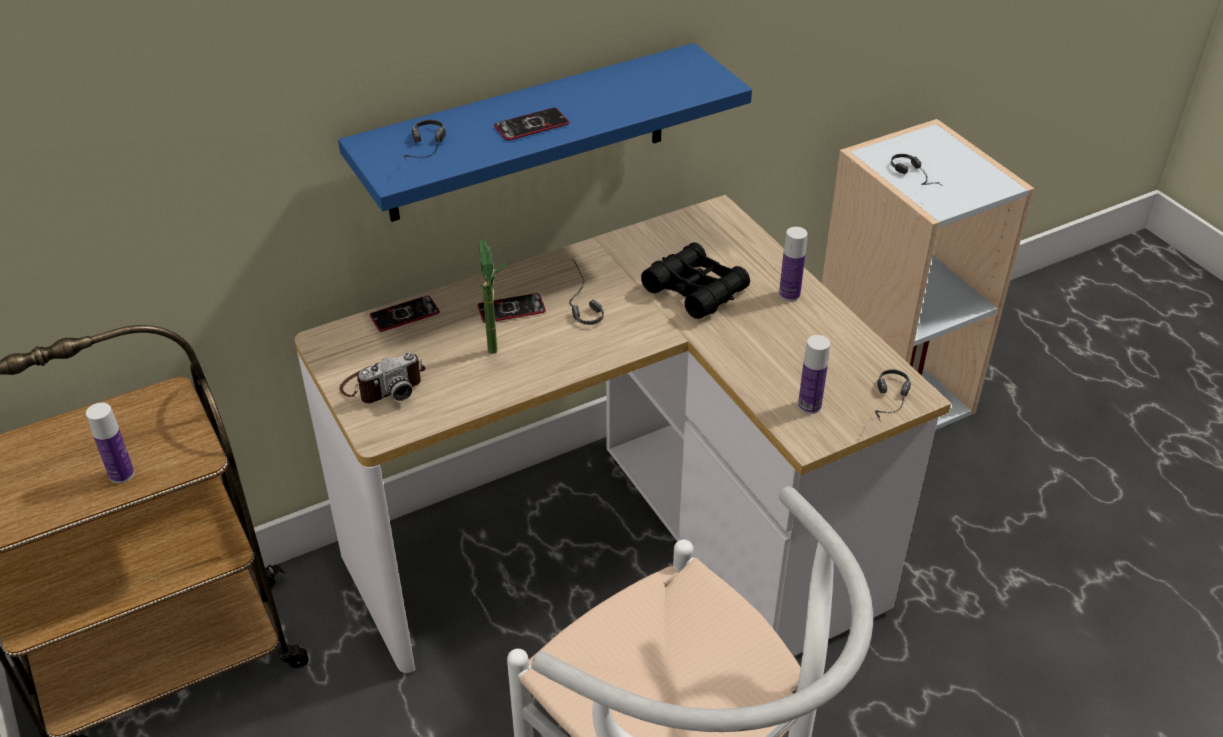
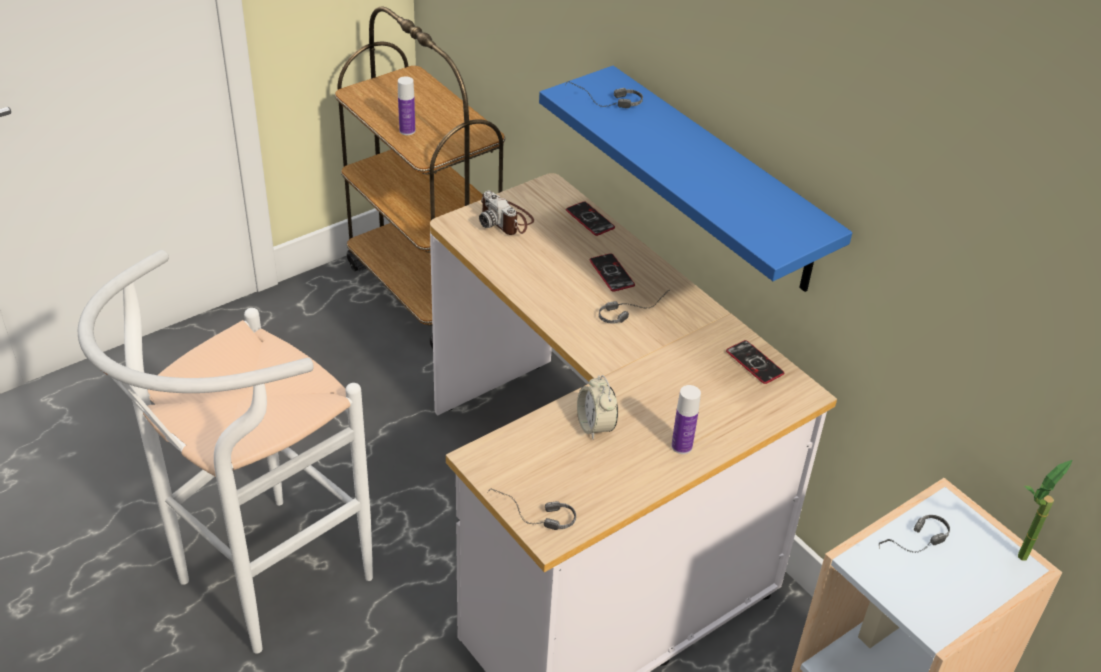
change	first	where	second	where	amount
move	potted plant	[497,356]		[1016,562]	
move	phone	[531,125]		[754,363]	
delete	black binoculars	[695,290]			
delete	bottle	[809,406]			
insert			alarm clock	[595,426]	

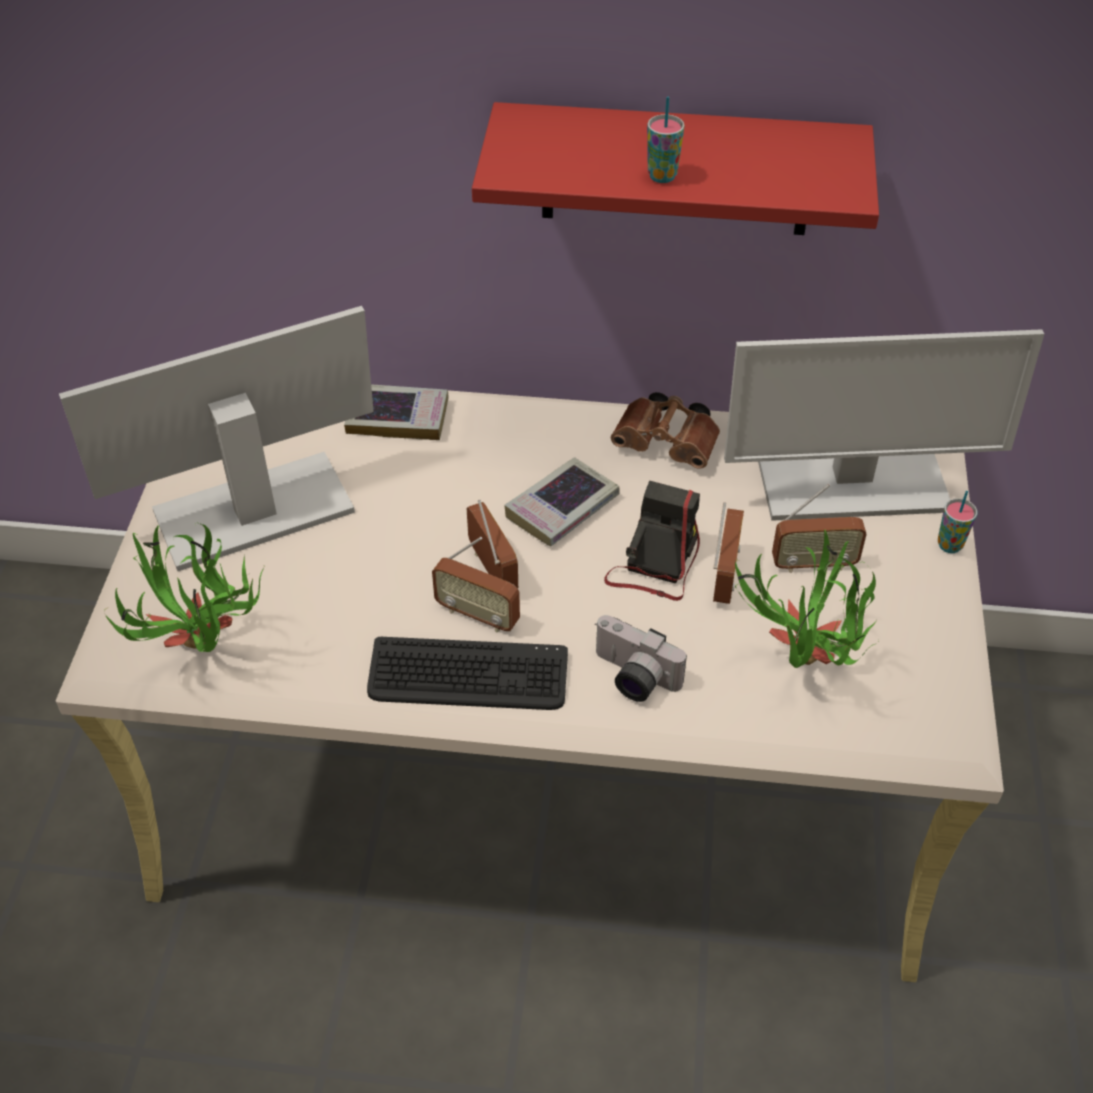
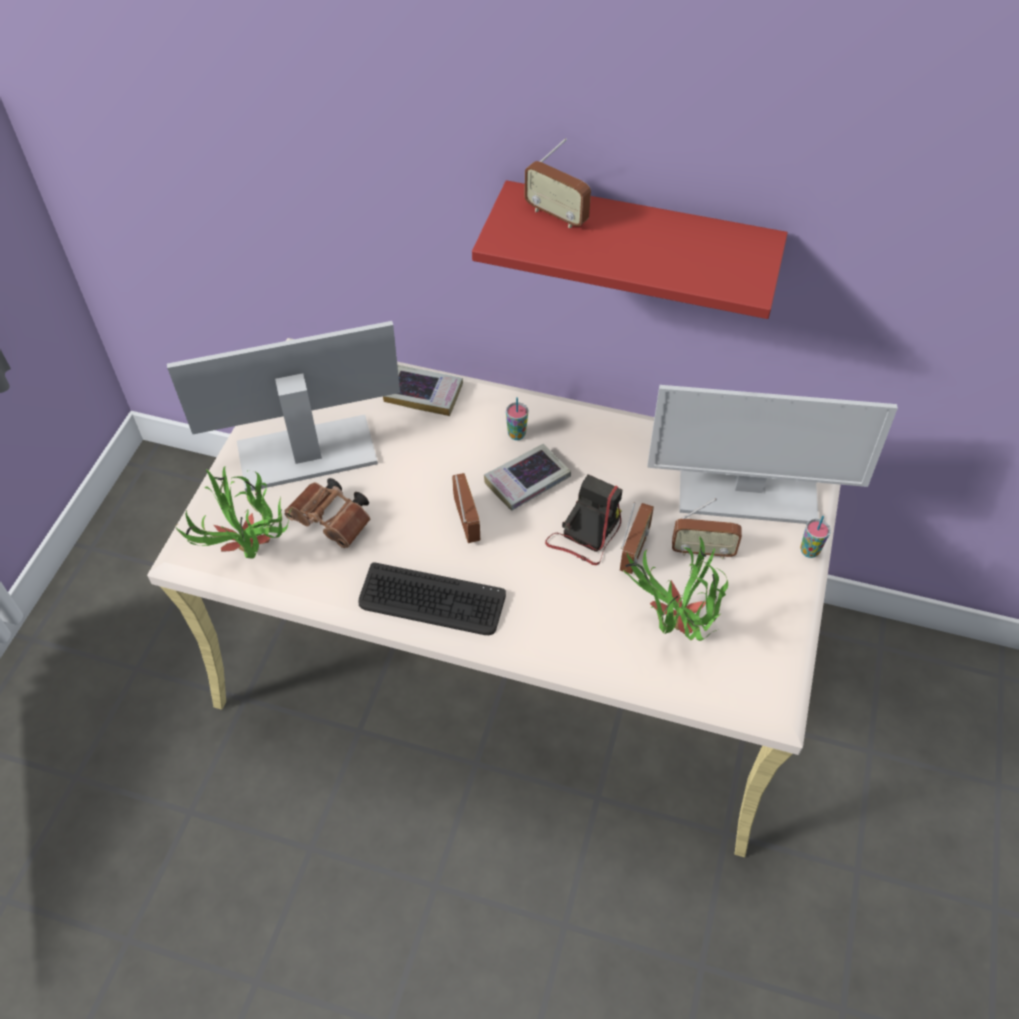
change	first	where	second	where	amount
move	radio	[477,615]		[556,215]	
delete	photo camera	[632,677]			
move	brown binoculars	[669,445]		[334,522]	
move	cup	[662,176]		[516,434]	

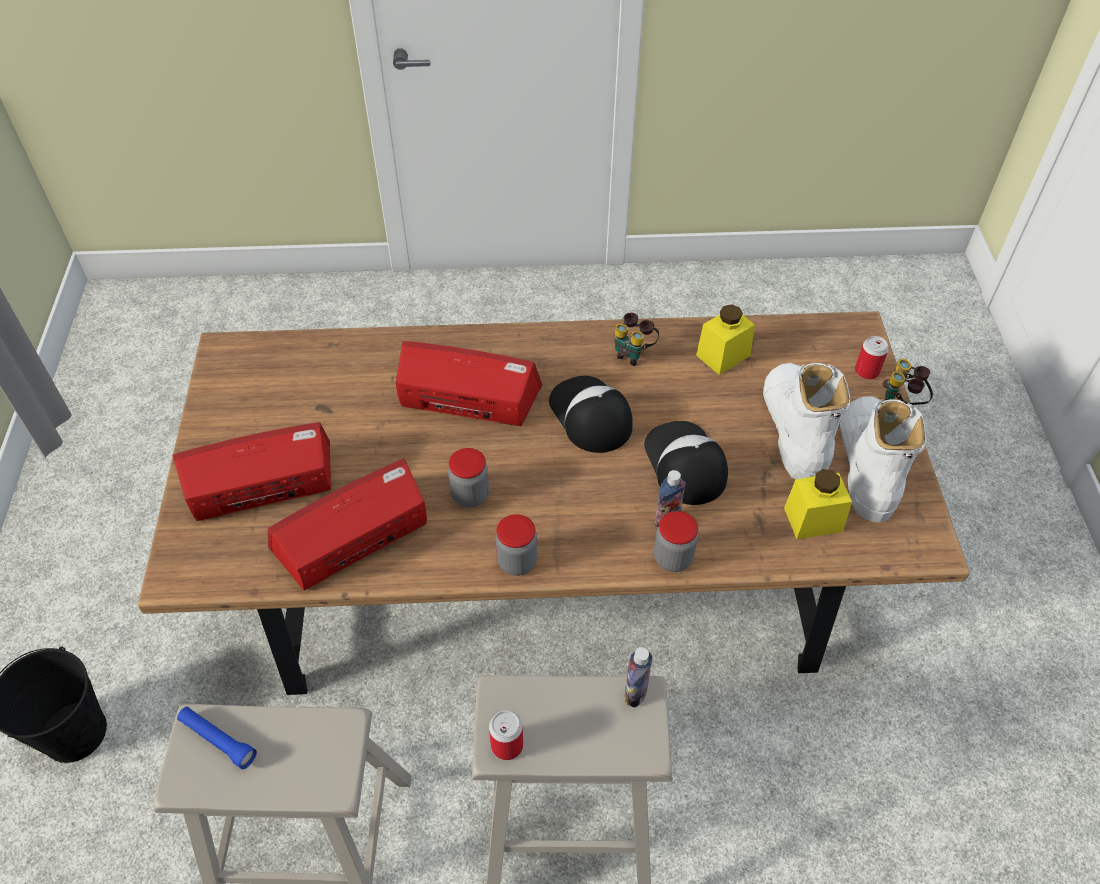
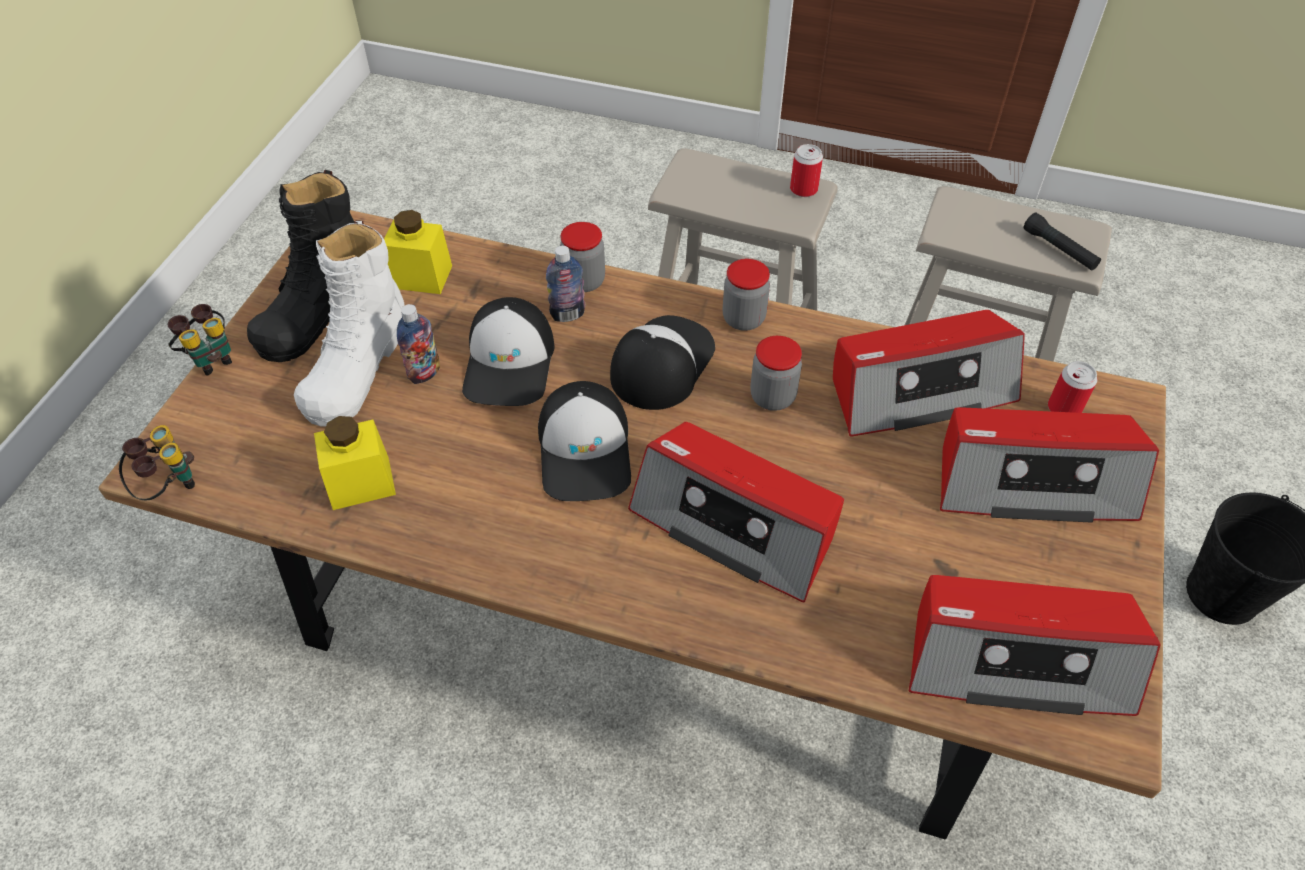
change	first	where	second	where	amount
recolor	blue flashlight	[218,740]	black flashlight	[1059,250]	
move	binoculars	[633,353]		[169,486]	
move	bottle	[635,693]		[424,373]	
recolor	white boot	[867,465]	black boot	[317,308]	
move	can	[866,371]		[1064,408]	
insert			cap	[661,363]	
insert			radio	[1016,659]	

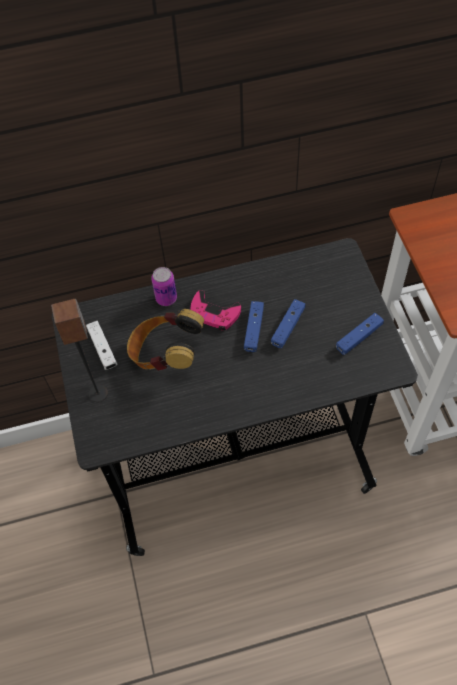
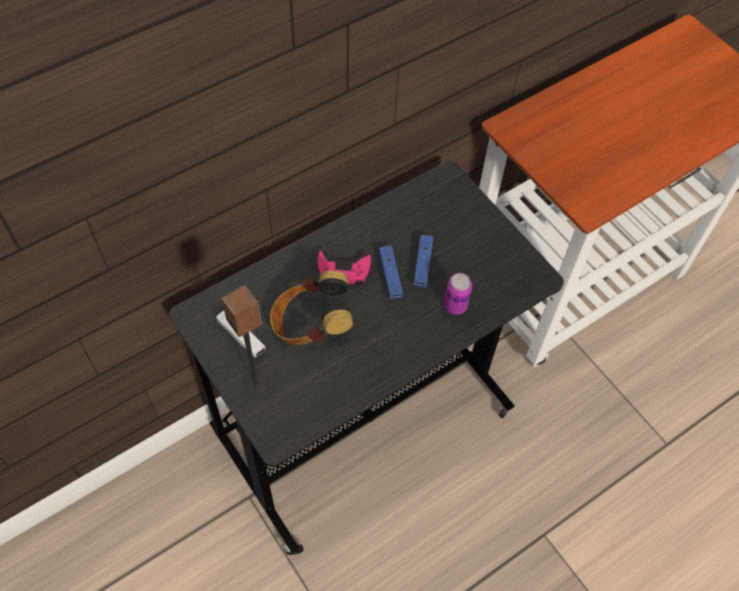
change	first	where	second	where	amount
move	can	[166,298]		[455,305]	
delete	blue game controller	[359,337]			

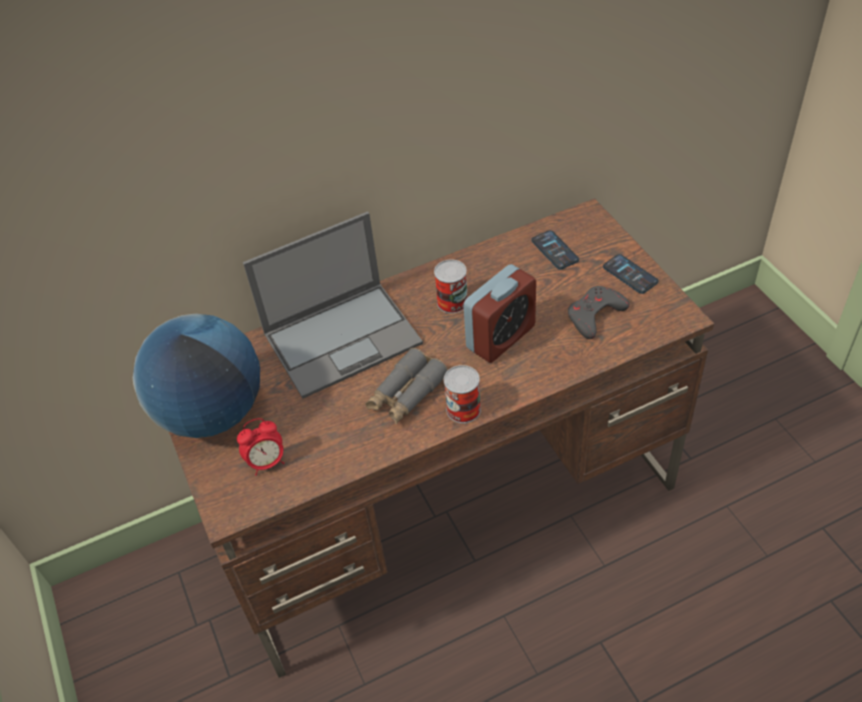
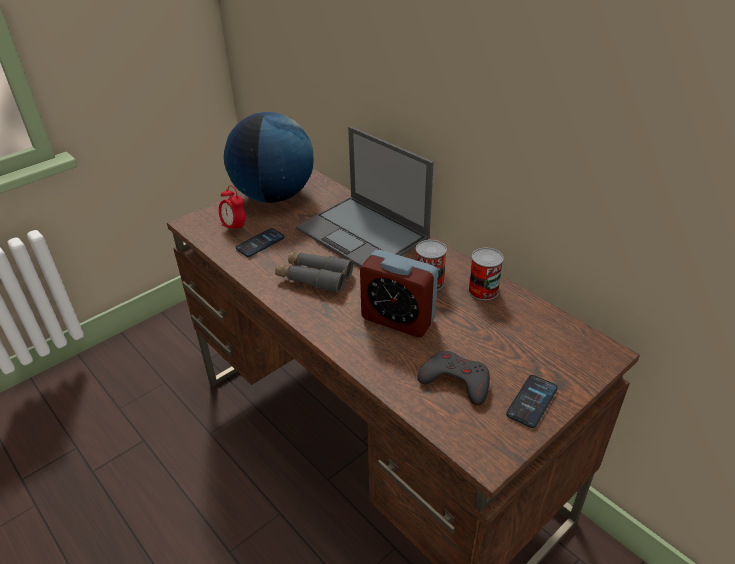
change	first	where	second	where	amount
move	can	[463,409]		[483,290]	
move	phone	[554,250]		[260,243]	

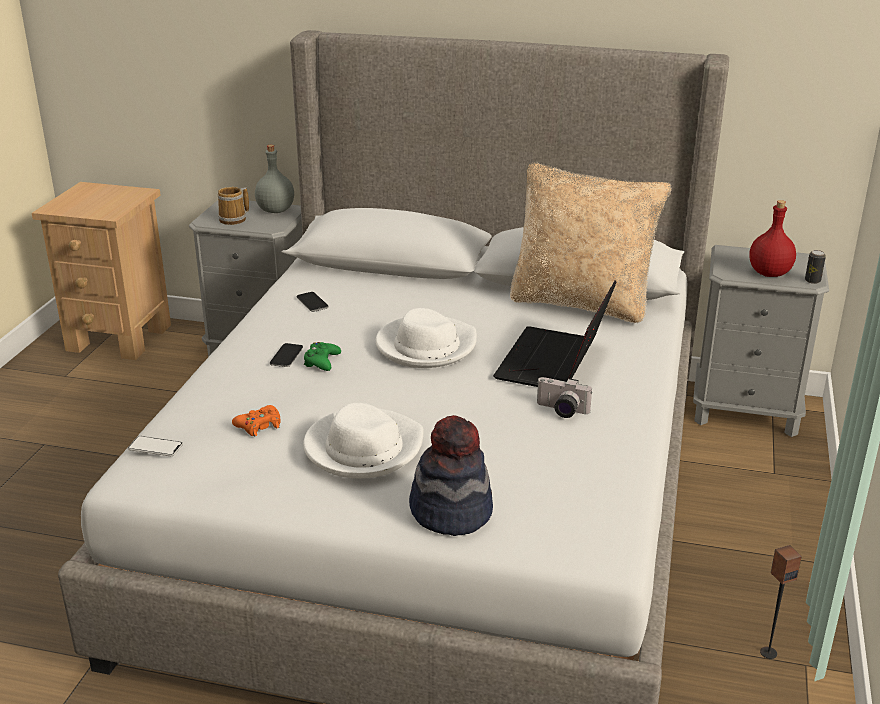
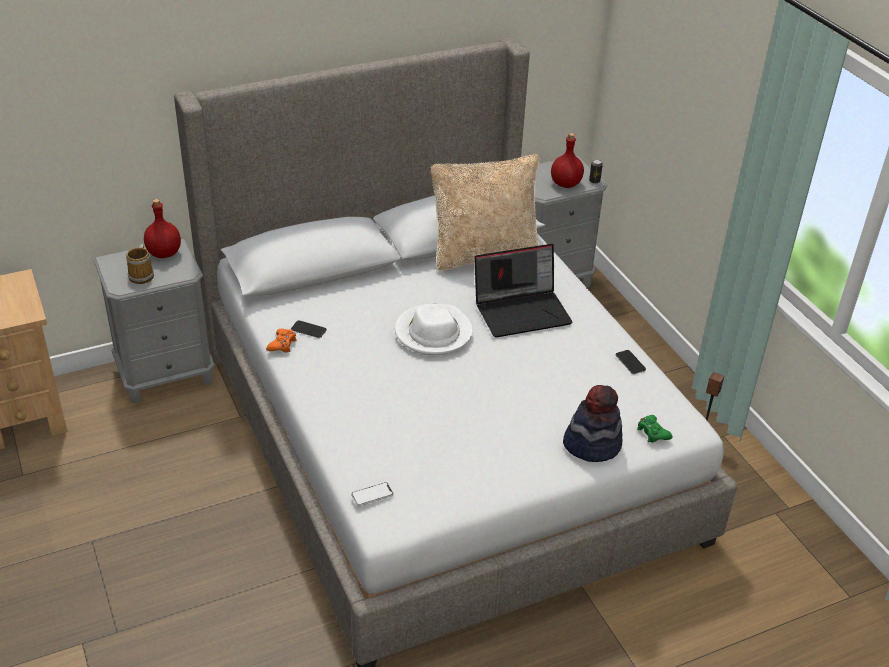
change	first	where	second	where	amount
move	orange game controller	[259,426]		[282,344]	
recolor	grey bottle	[275,210]	red bottle	[163,253]	
move	phone	[286,356]		[630,362]	
delete	white hat	[363,448]			
move	green game controller	[321,361]		[652,433]	
rotate	laptop	[554,363]		[522,311]	90 degrees counterclockwise
delete	photo camera	[561,411]			

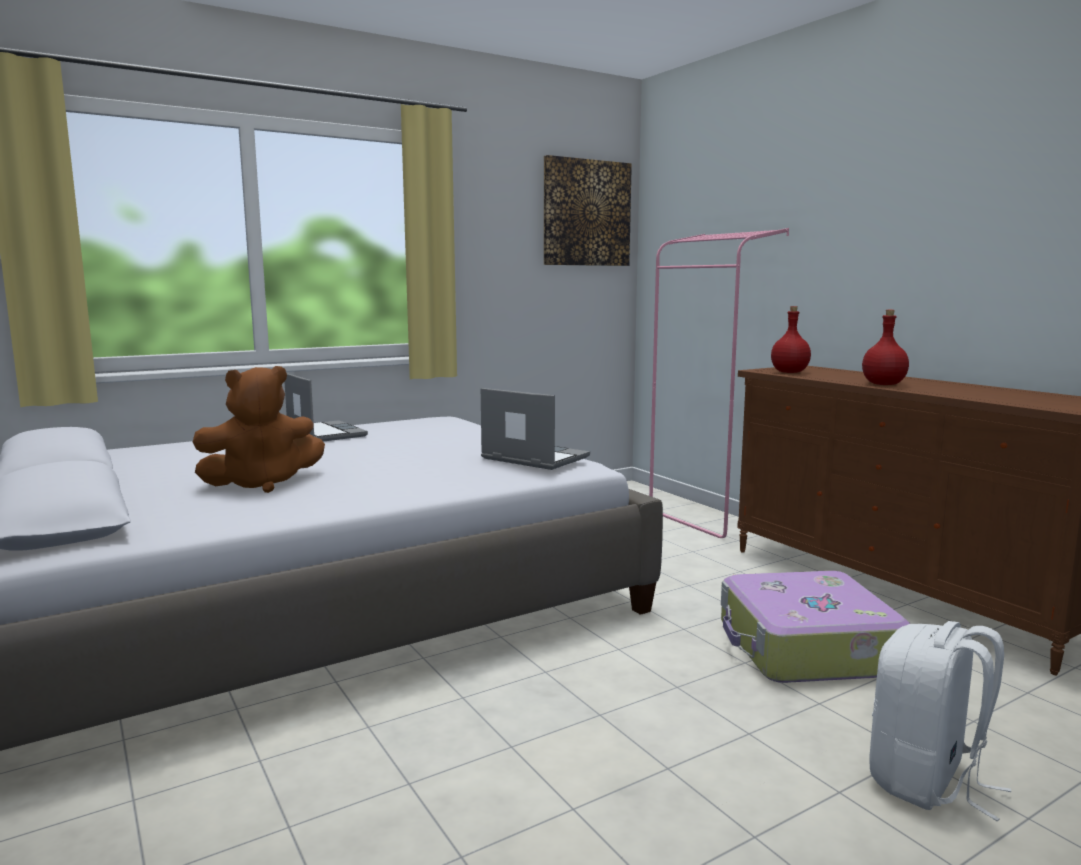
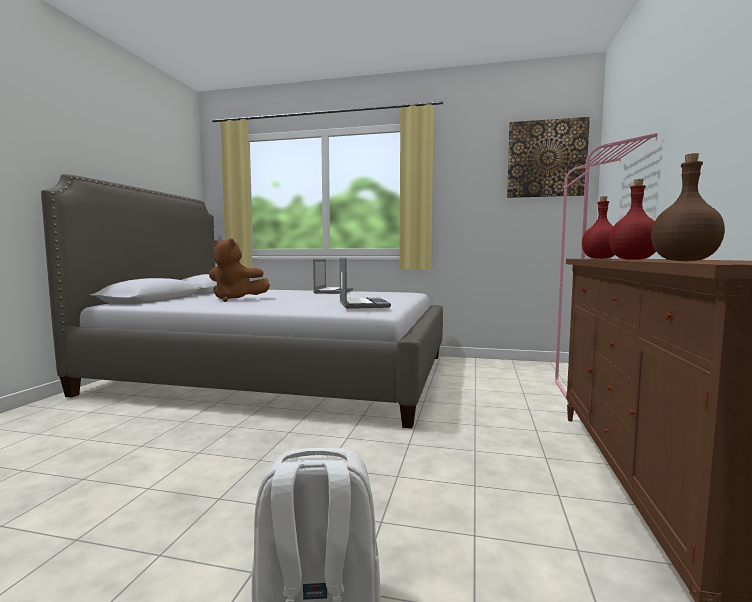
change	first	where	second	where	amount
delete	suitcase	[805,648]			
insert			brown bottle	[682,261]	

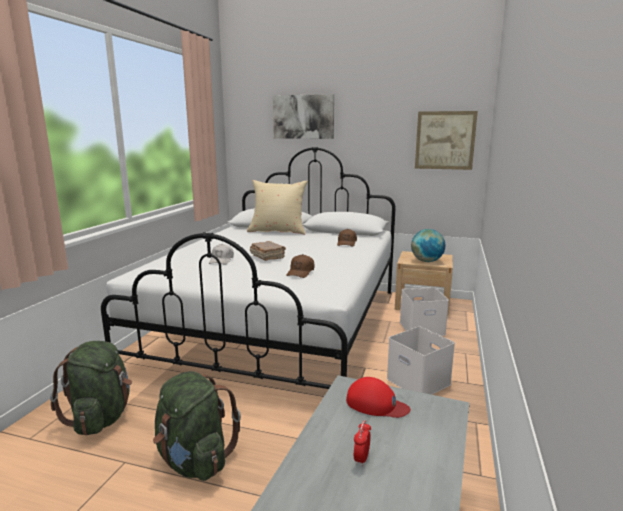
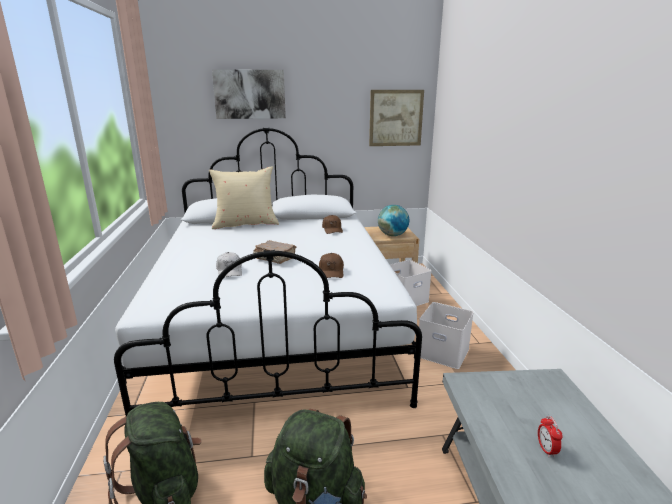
change	first	where	second	where	amount
delete	red cap	[376,404]			

